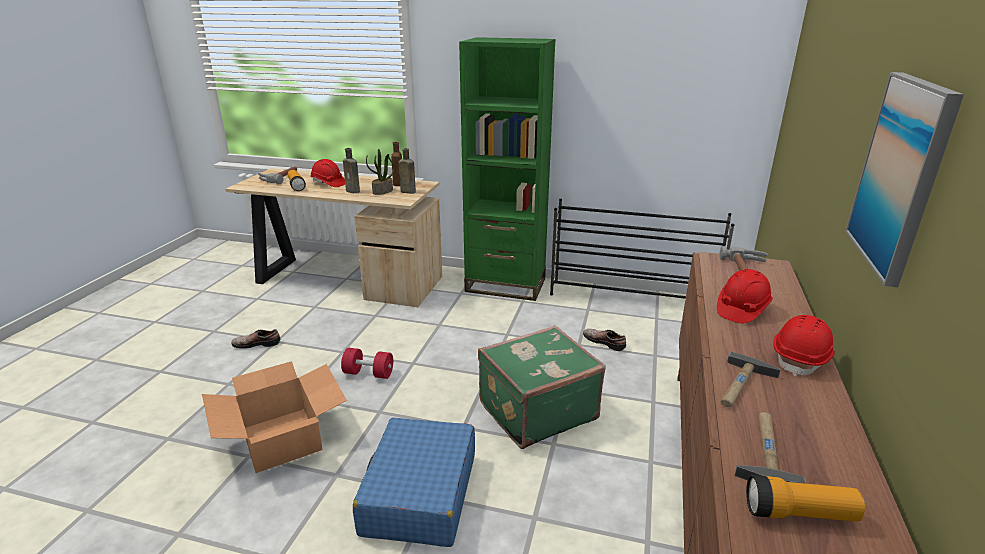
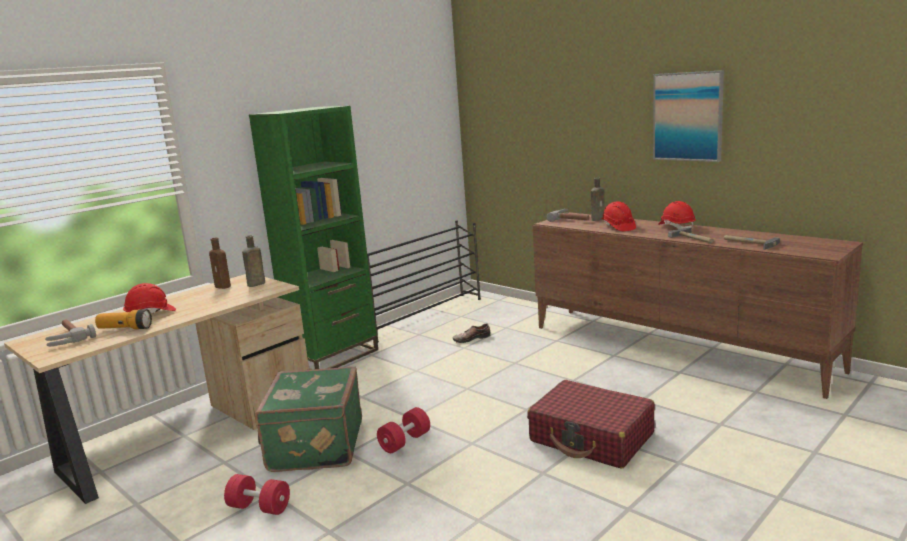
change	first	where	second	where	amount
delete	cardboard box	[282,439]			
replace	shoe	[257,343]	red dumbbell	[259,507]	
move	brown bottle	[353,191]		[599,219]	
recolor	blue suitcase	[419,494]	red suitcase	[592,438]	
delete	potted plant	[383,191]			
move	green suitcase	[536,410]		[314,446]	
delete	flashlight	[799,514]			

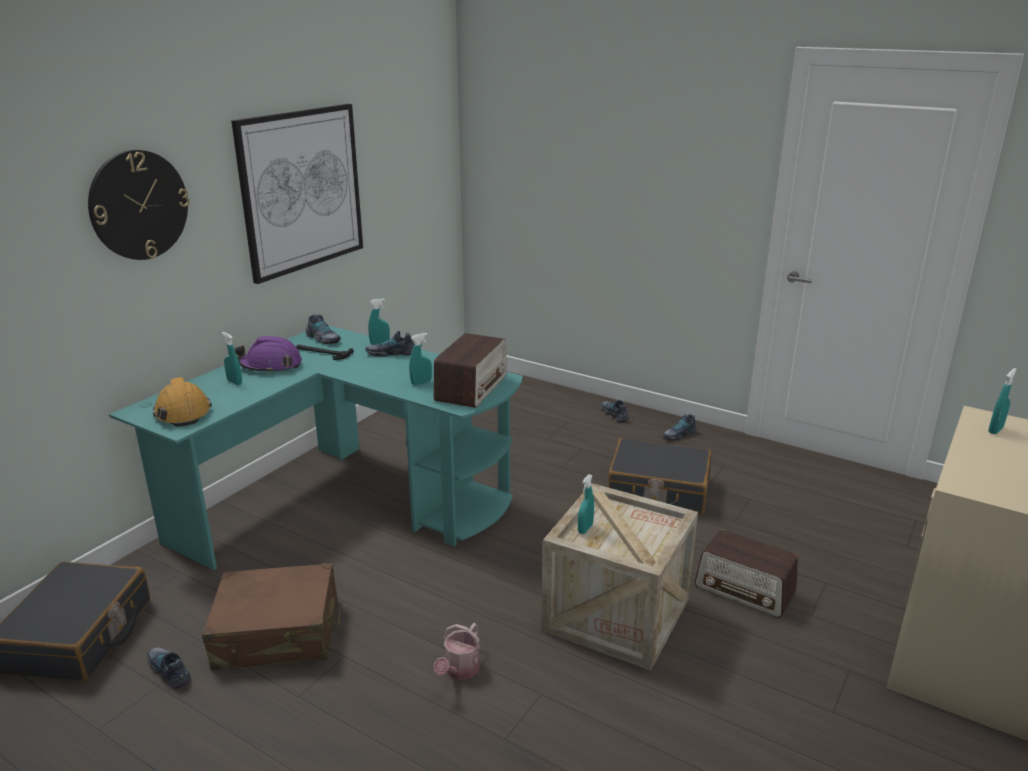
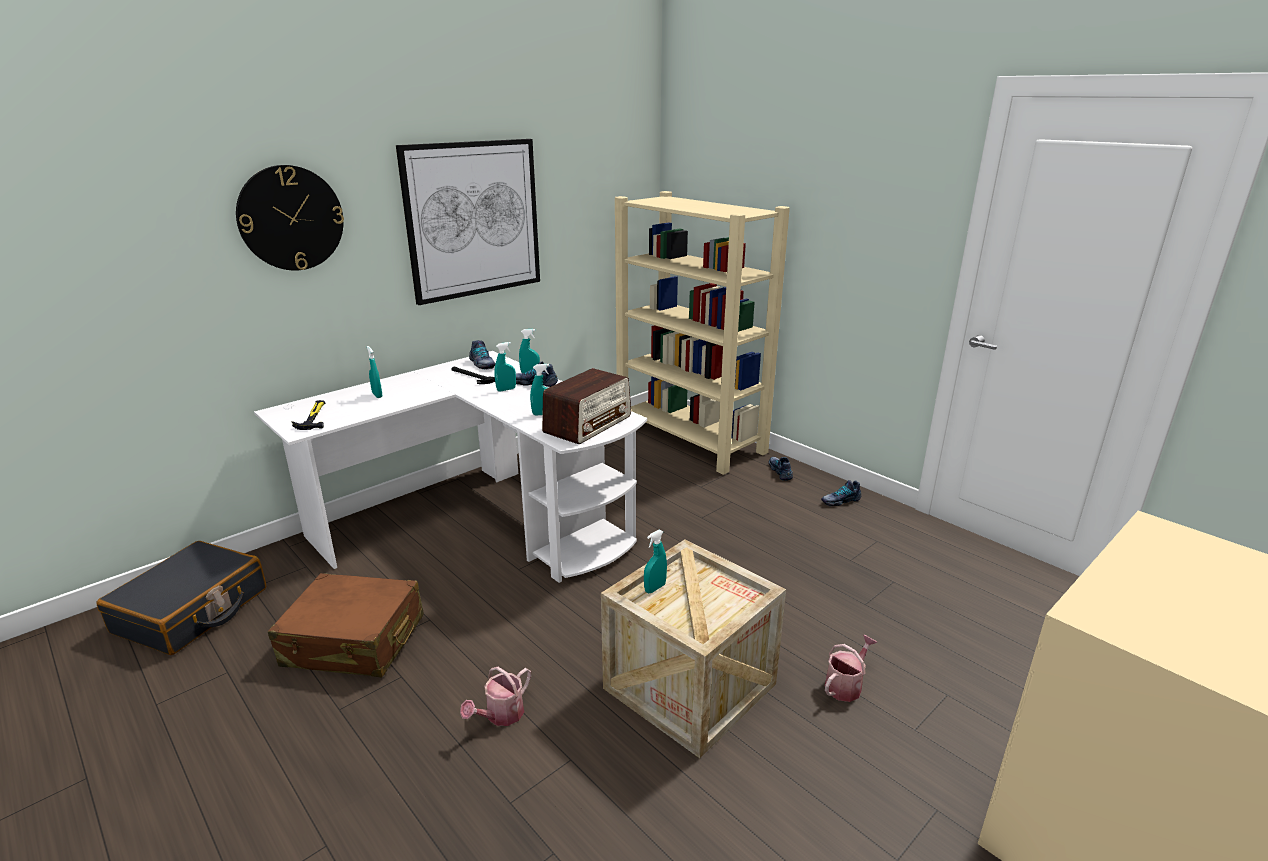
change	first	where	second	where	amount
recolor	turquoise desk	[343,500]	white desk	[479,520]	
delete	shoe	[170,670]			
replace	orange hard hat	[182,412]	hammer	[313,417]	
delete	purple hard hat	[271,365]			
delete	black suitcase	[658,490]			
replace	radio	[745,590]	watering can	[846,685]	
move	turquoise spray bottle	[995,430]		[506,389]	
insert			beige bookcase	[690,438]	

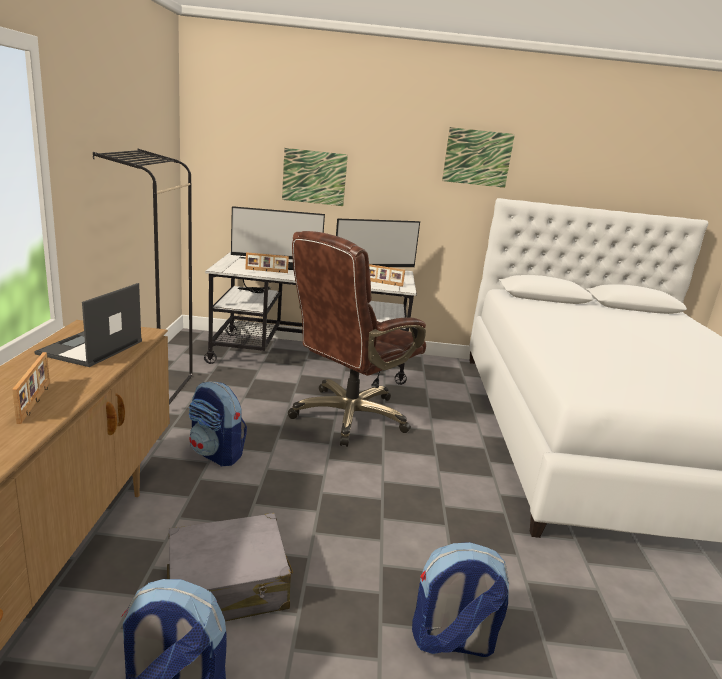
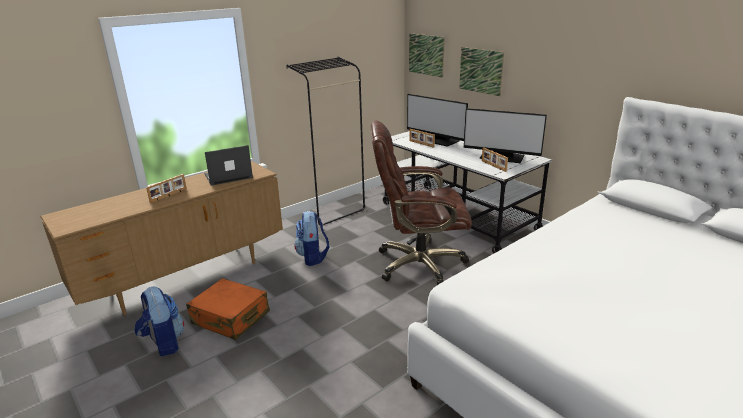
change	first	where	second	where	amount
recolor	grey suitcase	[228,586]	orange suitcase	[230,318]	
delete	backpack	[452,641]			
move	picture	[477,157]		[426,55]	

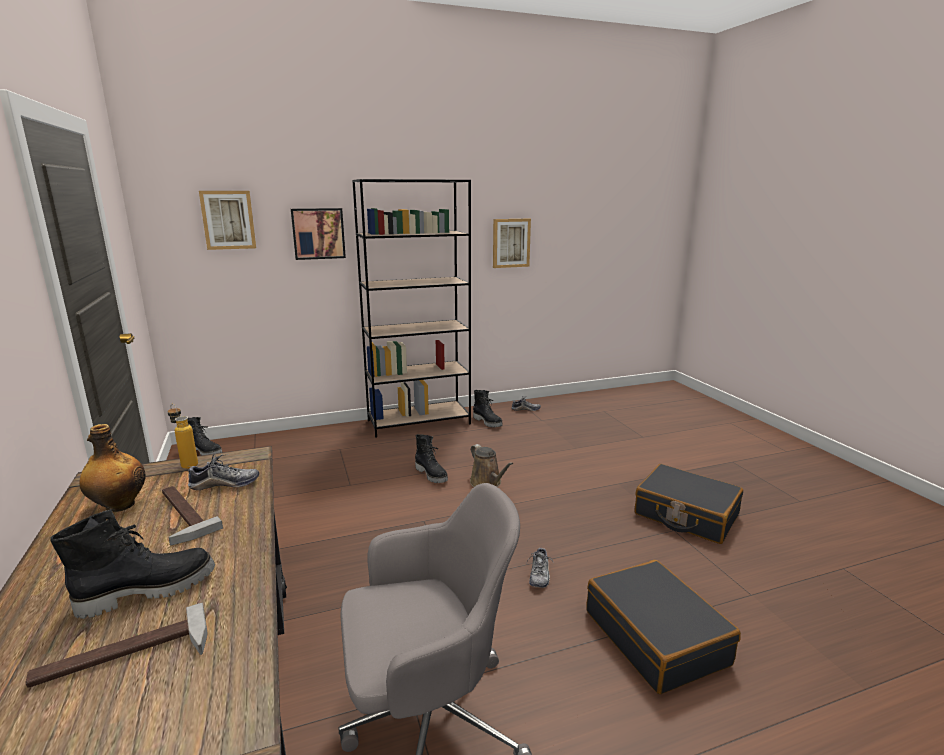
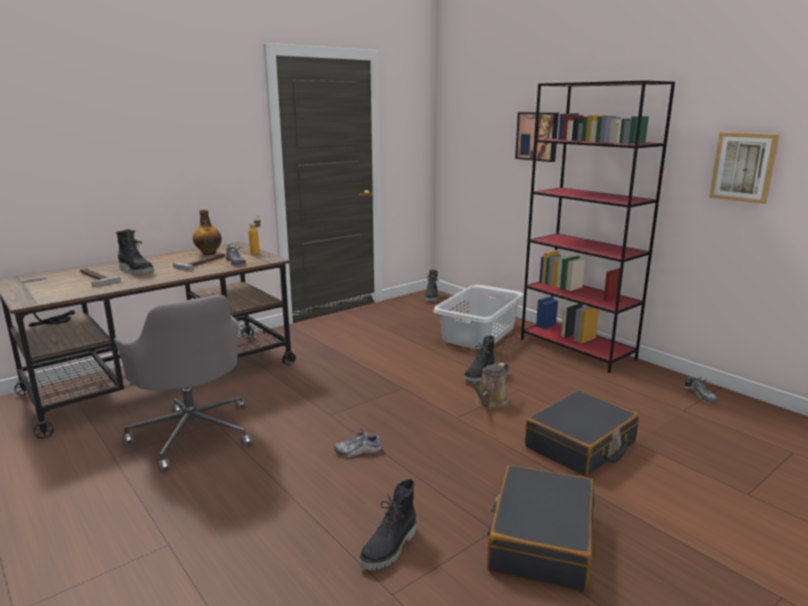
change	first	where	second	where	amount
delete	picture	[228,220]			
recolor	beige bookcase	[419,422]	red bookcase	[577,349]	
move	black boot	[488,422]		[390,549]	
move	black suitcase	[656,637]		[580,445]	
insert			grey laundry basket	[479,334]	

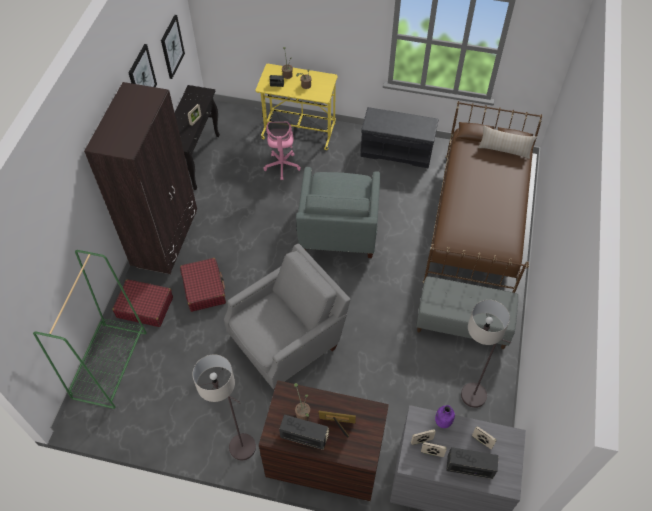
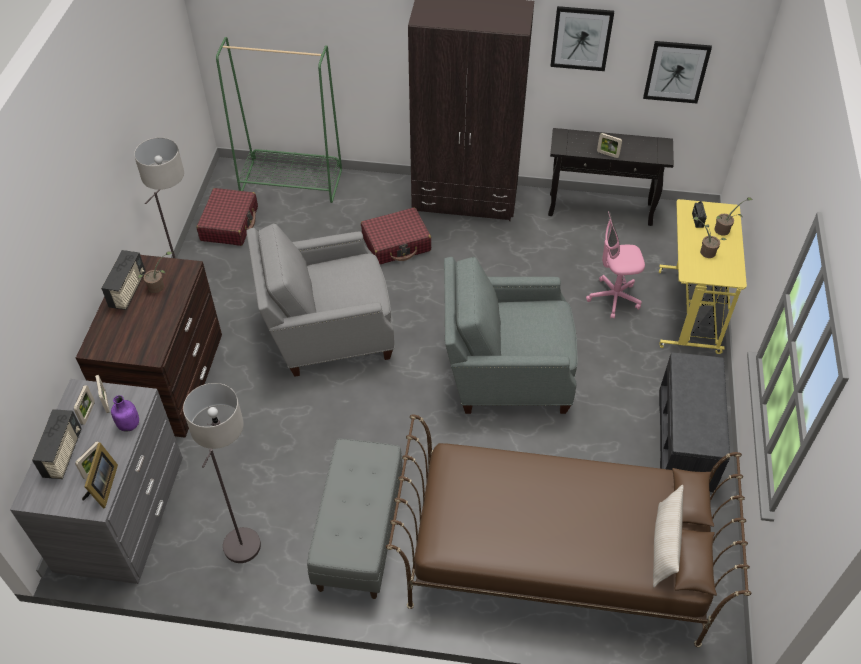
change	first	where	second	where	amount
move	red suitcase	[144,307]		[229,224]	
rotate	grey armchair	[288,340]		[327,330]	120 degrees clockwise
move	picture frame	[338,425]		[103,487]	

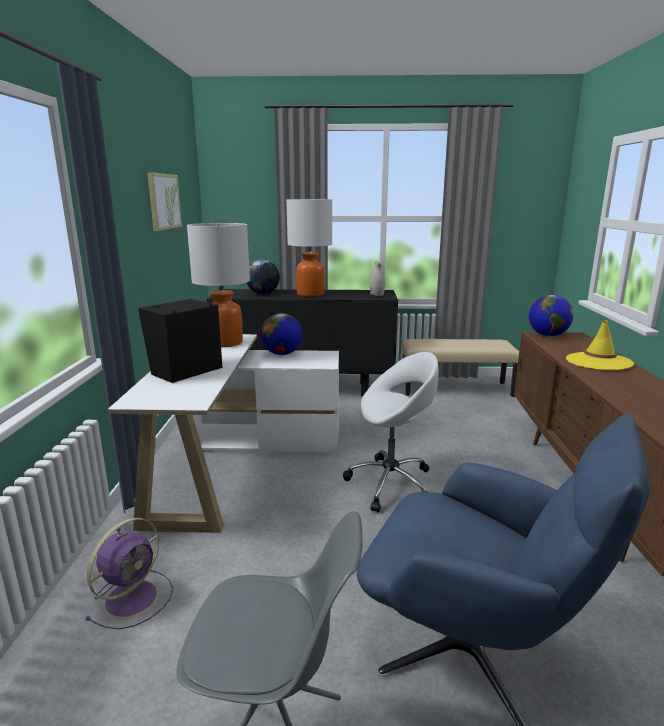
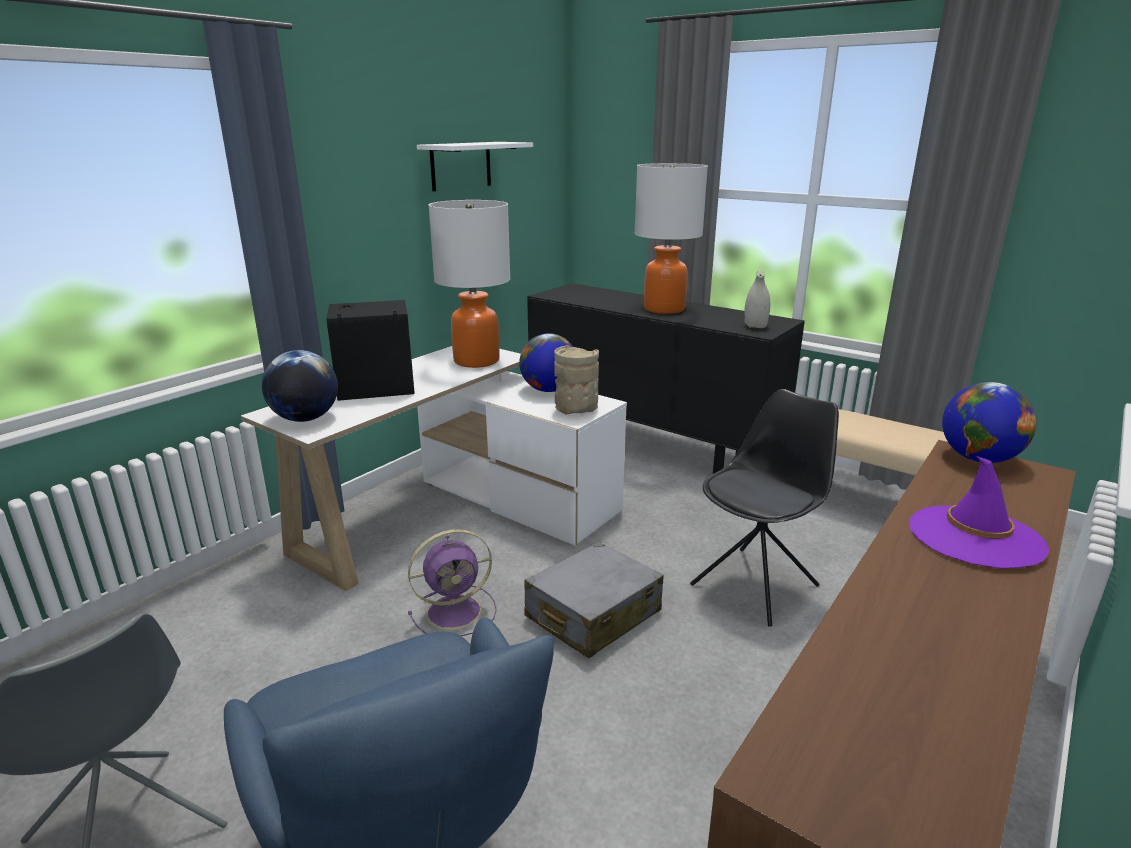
change	first	where	second	where	amount
move	purple fan	[133,597]		[456,611]	
replace	picture	[163,201]	white shelf	[461,165]	
move	globe	[263,294]		[305,418]	
replace	white office chair	[393,483]	grey suitcase	[592,615]	
recolor	yellow hat	[598,361]	purple hat	[975,537]	
insert			beige vase	[575,410]	
insert			black chair	[756,584]	

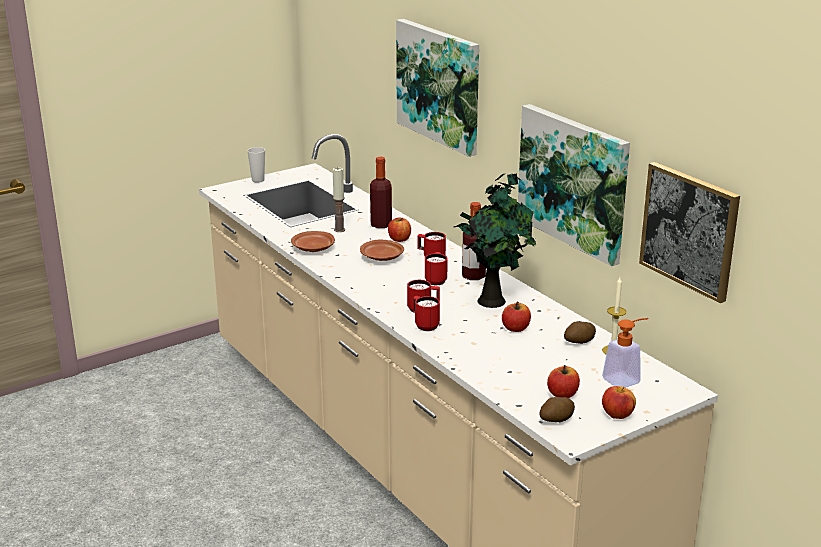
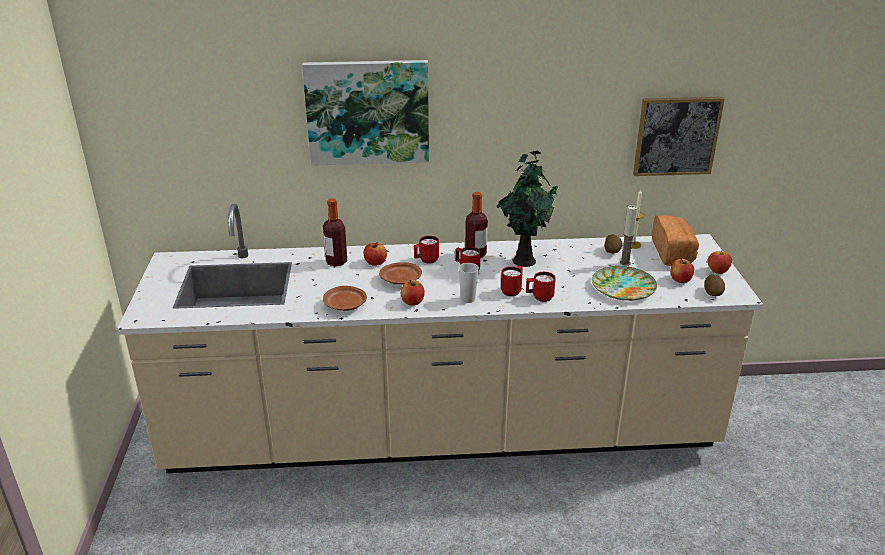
change	first	where	second	where	amount
move	cup	[258,180]		[468,299]	
move	candle	[339,230]		[625,263]	
move	apple	[515,328]		[412,302]	
delete	picture	[574,181]			
replace	soap dispenser	[626,379]	bread	[673,253]	
insert			plate	[623,287]	

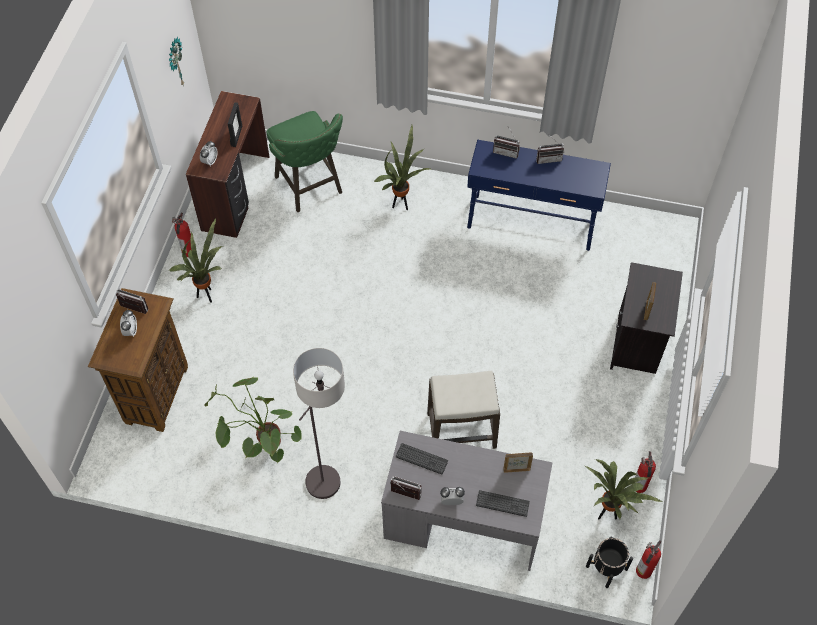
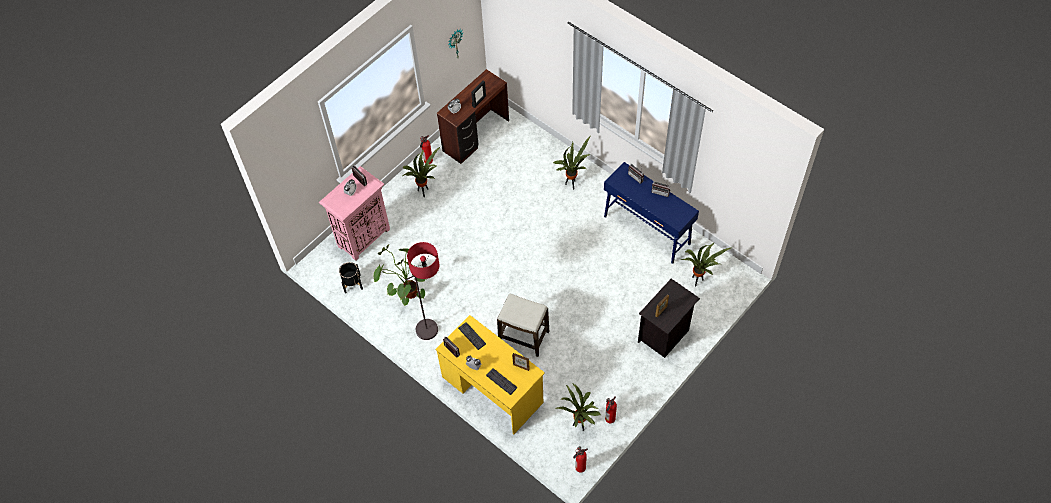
change	first	where	second	where	amount
recolor	brown cabinet	[156,394]	pink cabinet	[364,237]	
delete	green stool	[310,187]			
recolor	grey floor lamp	[329,474]	red floor lamp	[433,327]	
recolor	grey desk	[463,522]	yellow desk	[492,389]	
move	black planter	[606,568]		[352,283]	
insert			potted plant	[697,281]	

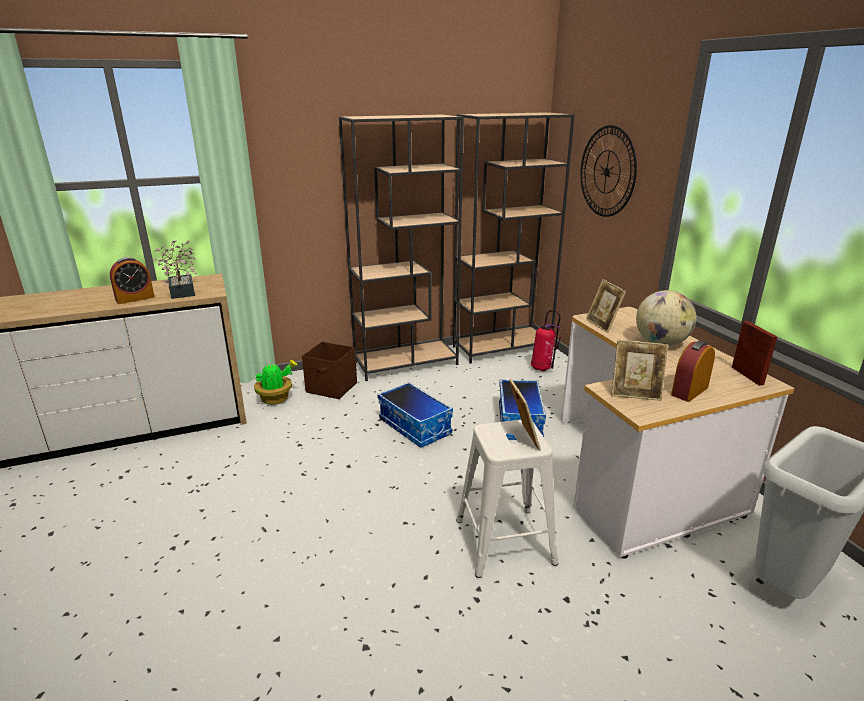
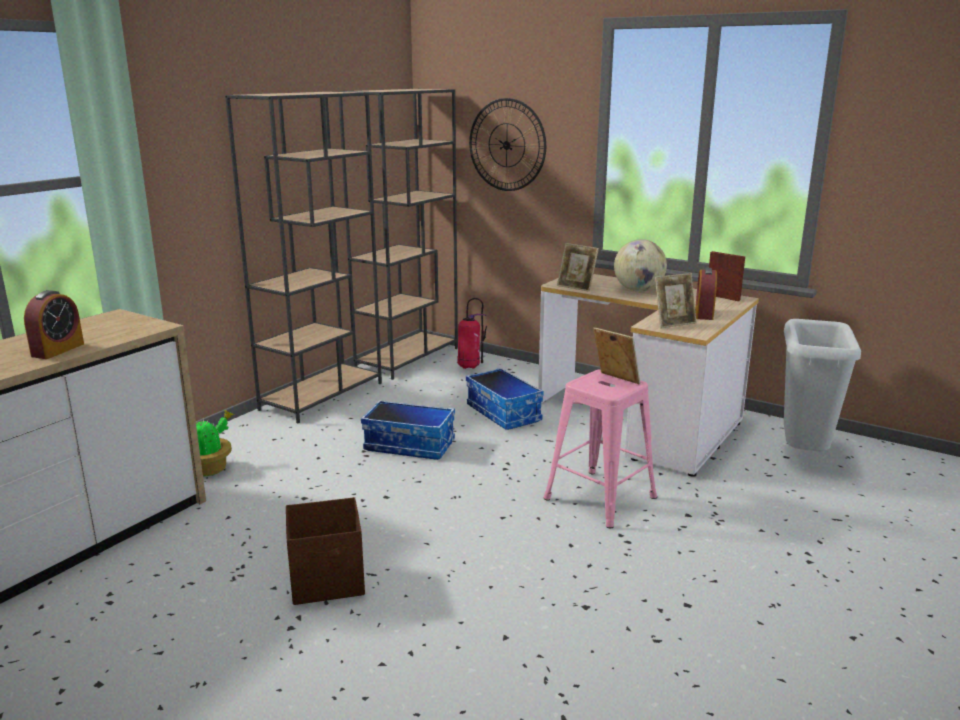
change	first	where	second	where	amount
delete	potted plant	[183,290]			
move	brown storage box	[332,388]		[328,581]	
recolor	white stool	[504,541]	pink stool	[600,498]	

